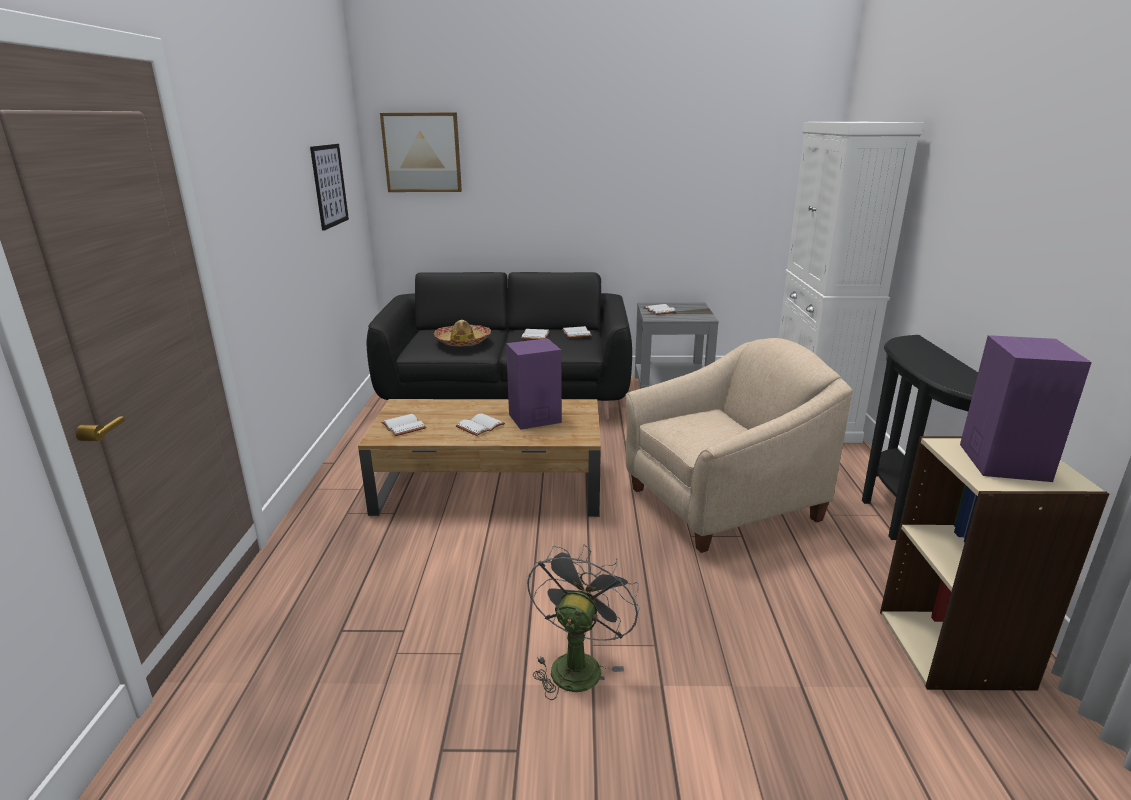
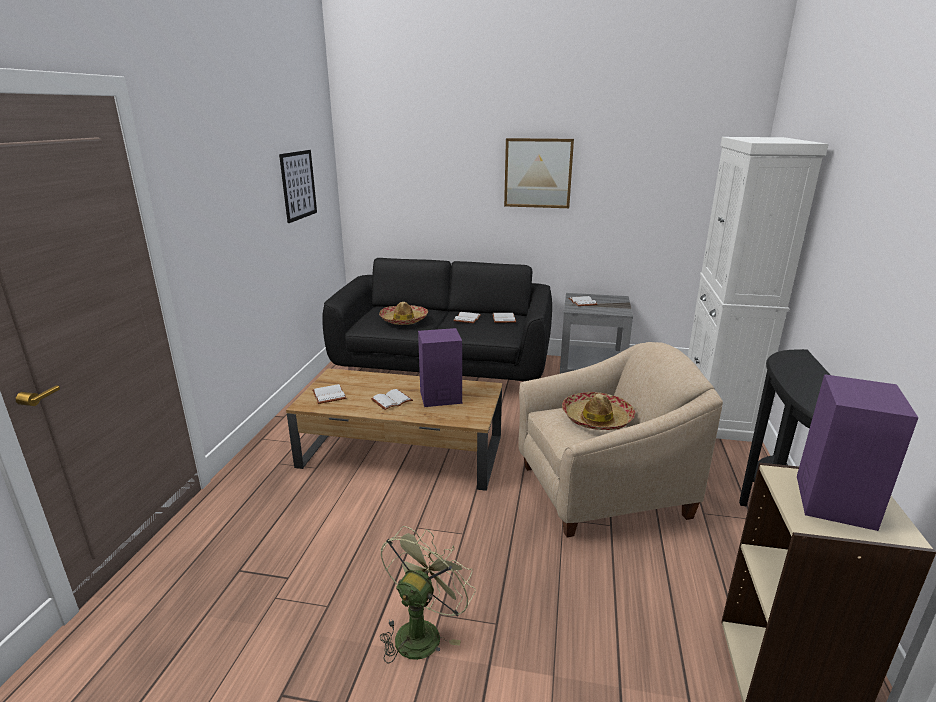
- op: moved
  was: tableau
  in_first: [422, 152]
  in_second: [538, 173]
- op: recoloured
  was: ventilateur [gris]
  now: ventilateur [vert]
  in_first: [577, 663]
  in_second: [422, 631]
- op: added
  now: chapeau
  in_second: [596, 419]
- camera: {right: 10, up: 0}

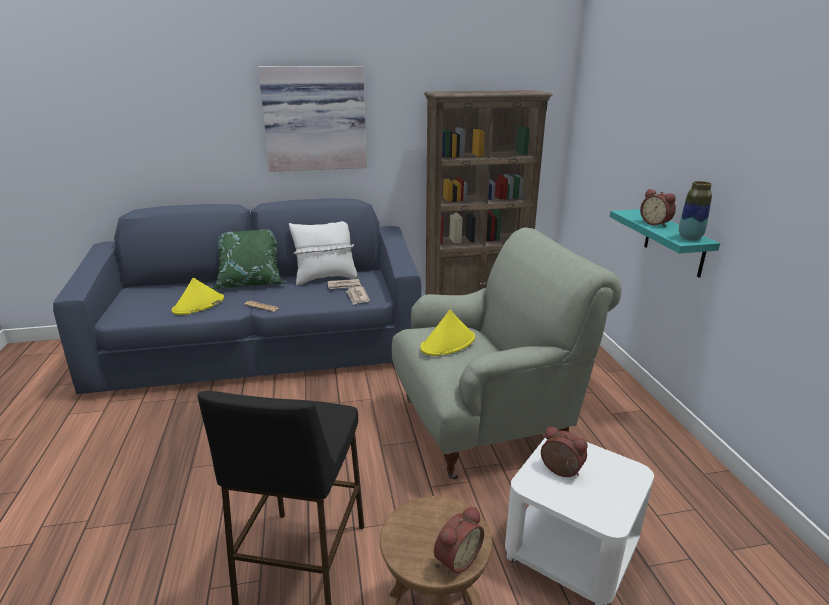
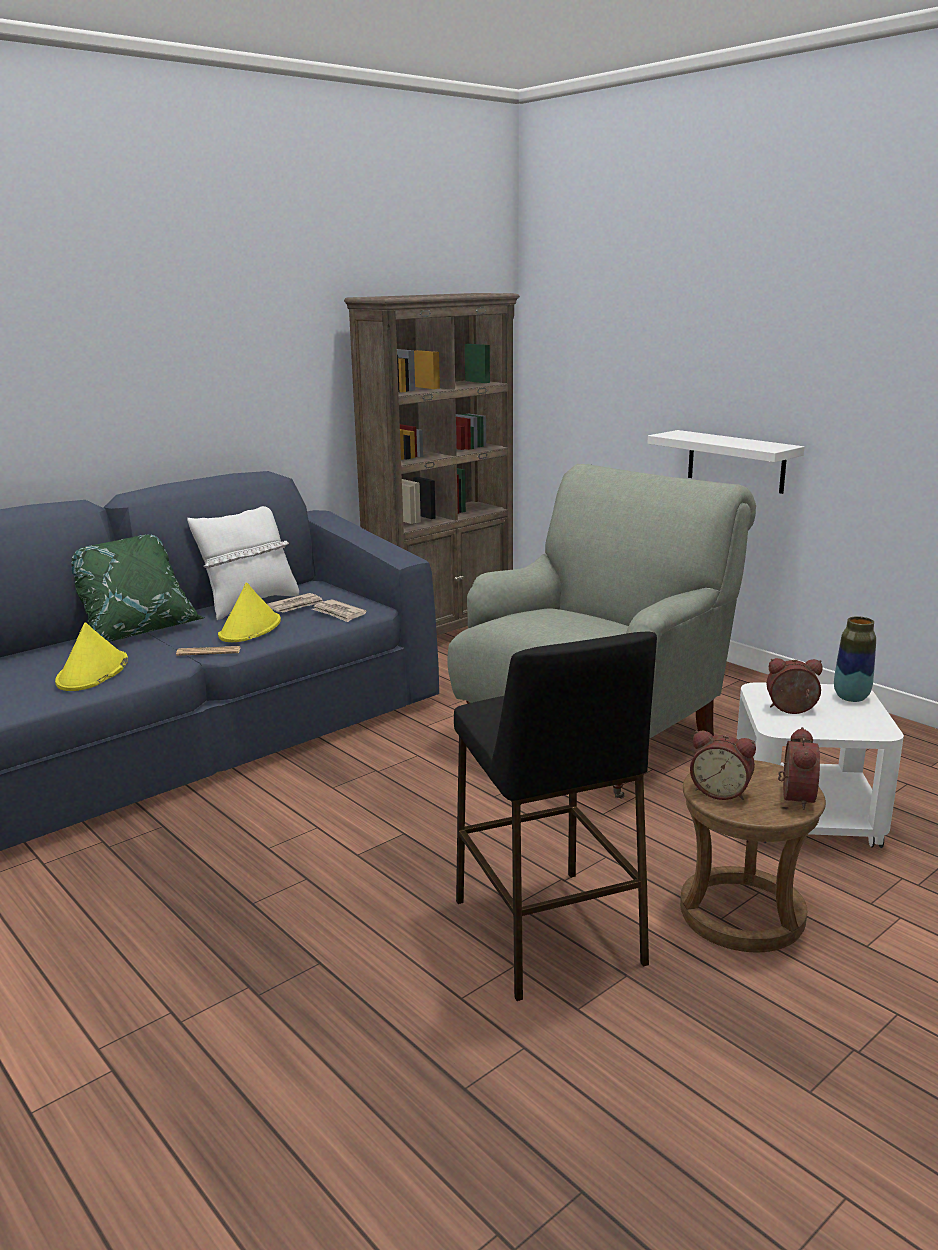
- op: removed
  was: tableau
  in_first: [315, 119]
- op: moved
  was: chapeau [jaune]
  in_first: [448, 343]
  in_second: [250, 629]
- op: recoloured
  was: étagère [turquoise]
  now: étagère [blanc]
  in_first: [674, 242]
  in_second: [736, 461]
- op: moved
  was: réveil
  in_first: [656, 223]
  in_second: [721, 791]
- op: moved
  was: vase
  in_first: [690, 238]
  in_second: [851, 697]
- camera: {right: -30, up: -5}

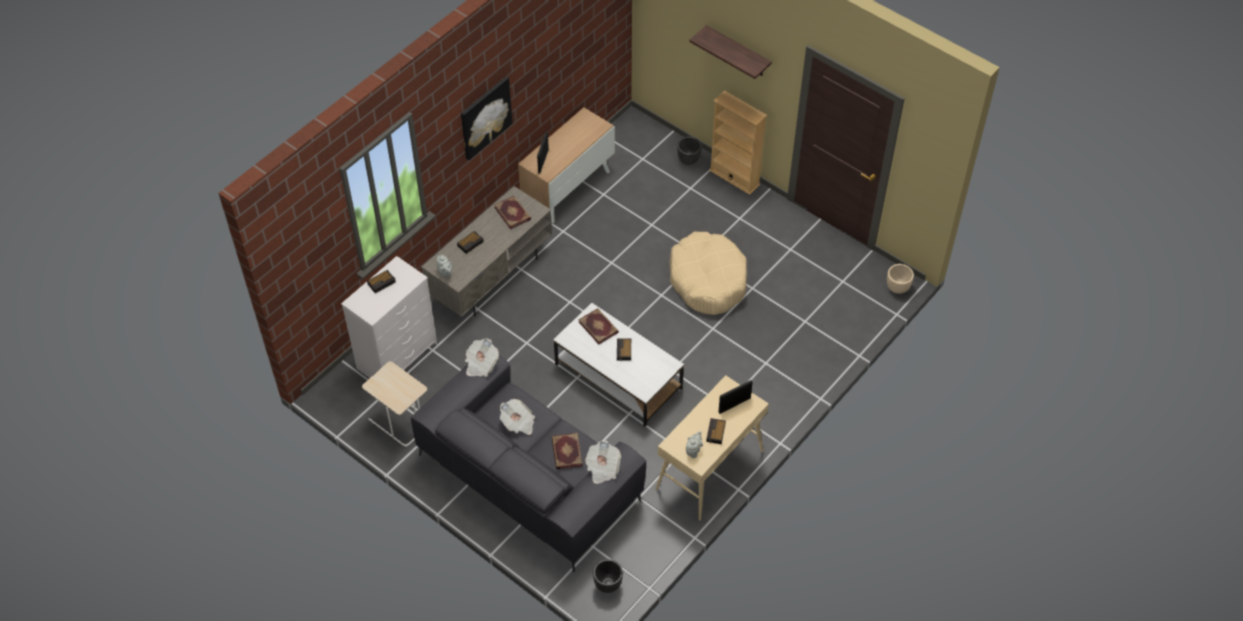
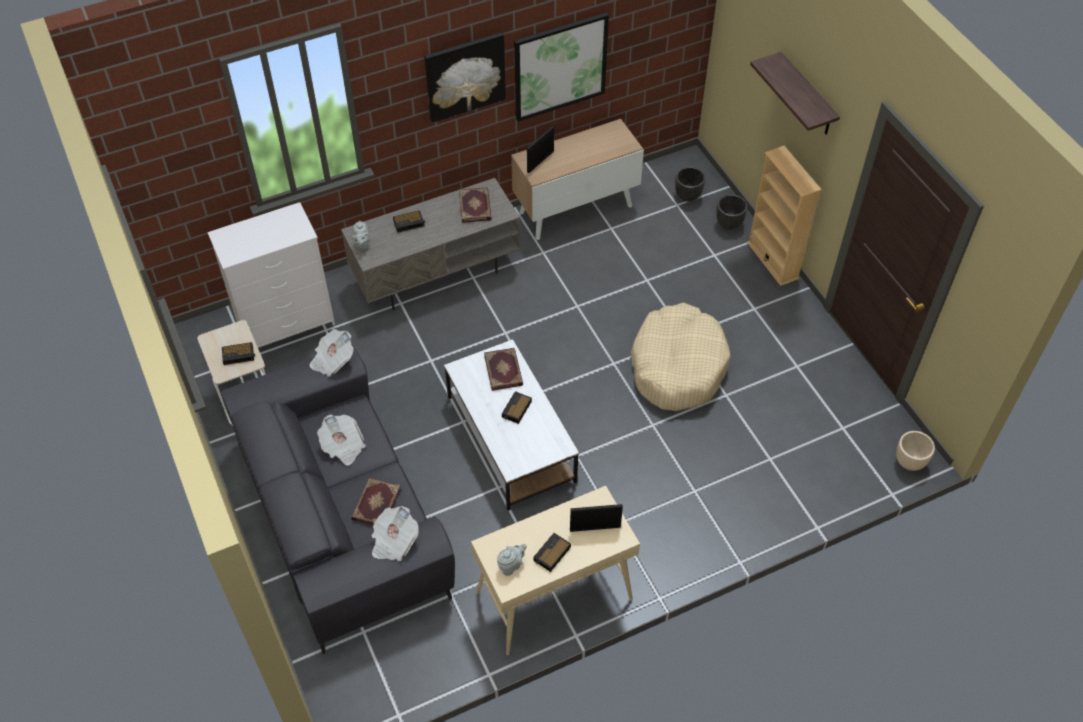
- op: moved
  was: réveil
  in_first: [382, 282]
  in_second: [239, 355]
- op: moved
  was: cache-pot [noir]
  in_first: [607, 585]
  in_second: [687, 196]
- op: added
  now: tableau
  in_second: [560, 66]
- camera: {right: 25, up: 0}

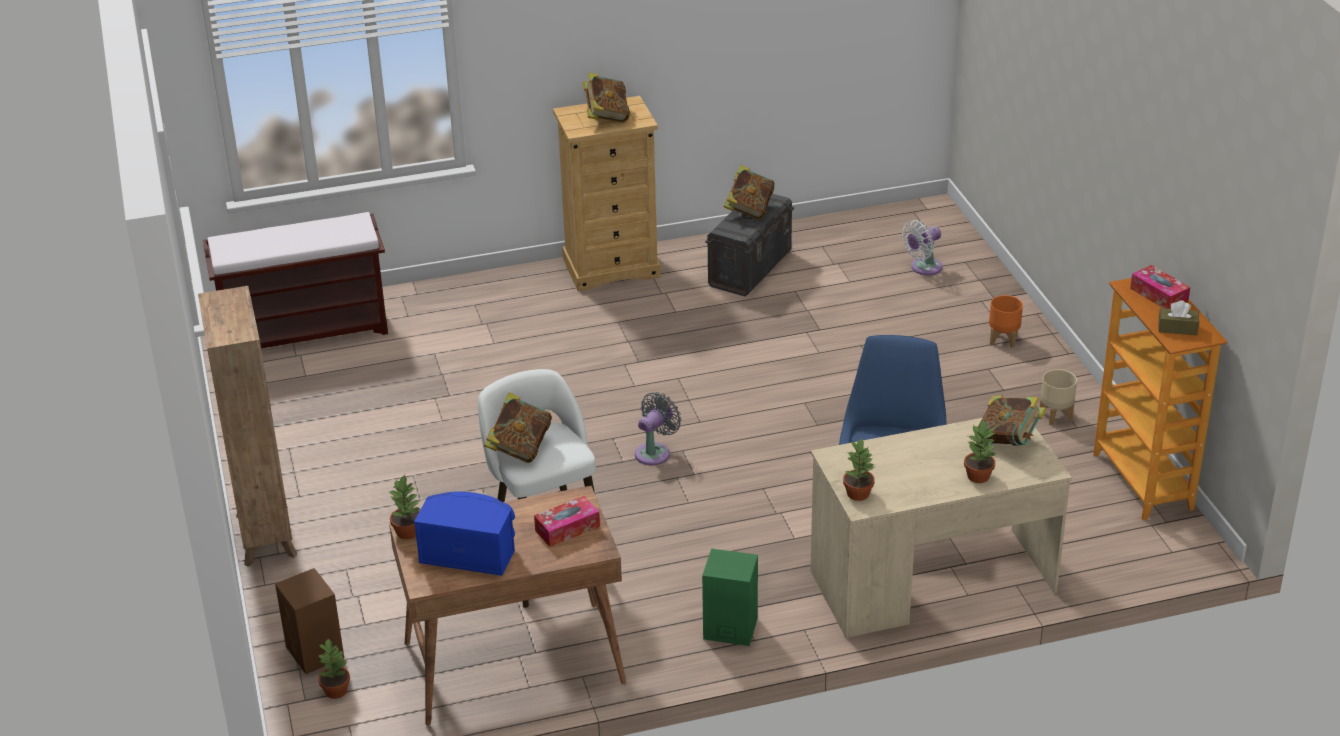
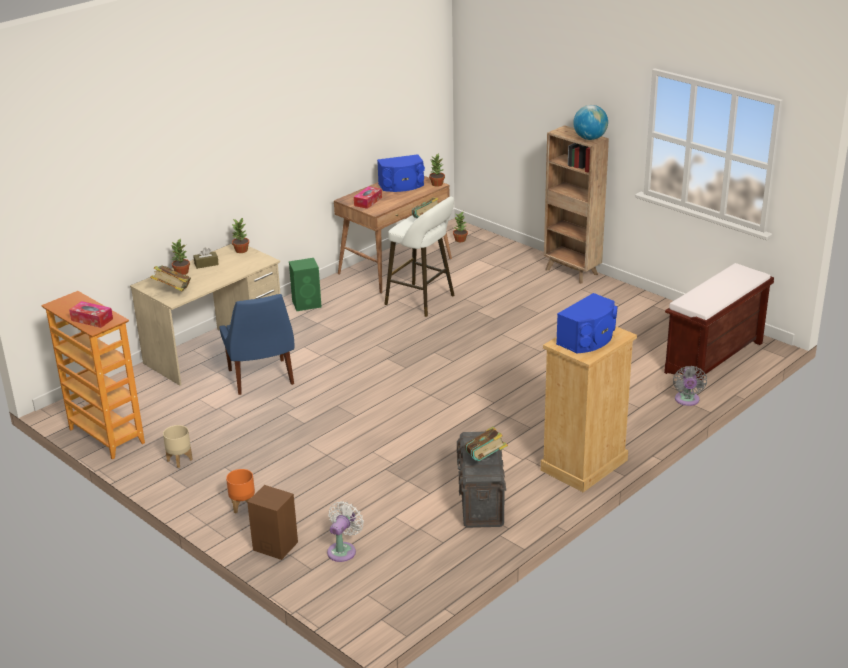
- op: moved
  was: enceinte [marron]
  in_first: [315, 653]
  in_second: [274, 545]
- op: replaced
  was: livre
  now: enceinte [bleu]
  in_first: [606, 116]
  in_second: [588, 339]
- op: moved
  was: ventilateur [gris]
  in_first: [655, 452]
  in_second: [687, 400]
- op: moved
  was: boîte à mouchoirs [marron]
  in_first: [1177, 328]
  in_second: [206, 264]
- op: added
  now: globe
  in_second: [589, 138]
- camera: {right: 150, up: -5}

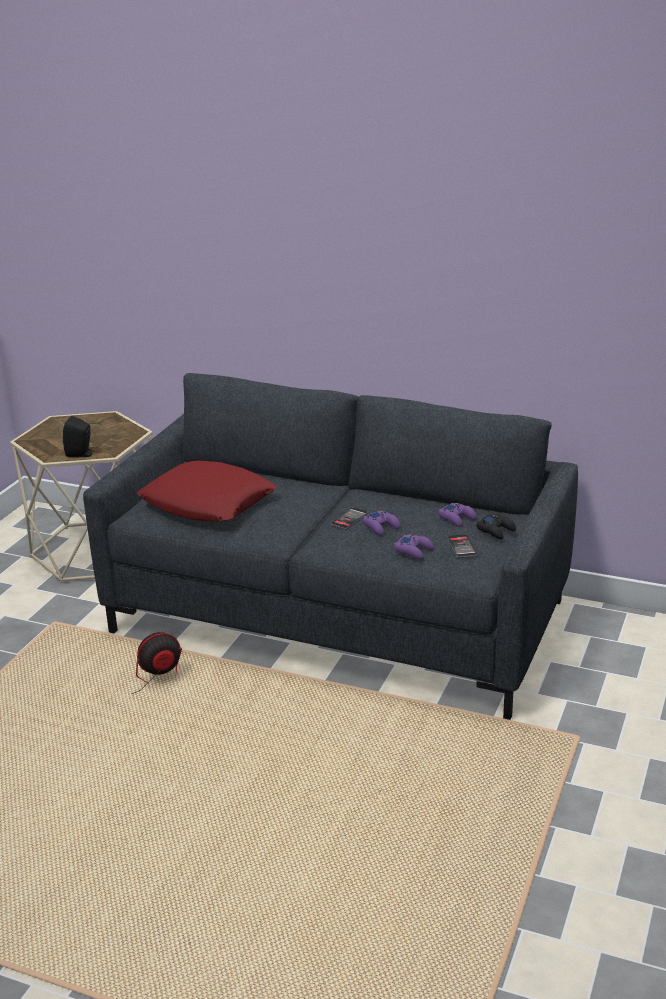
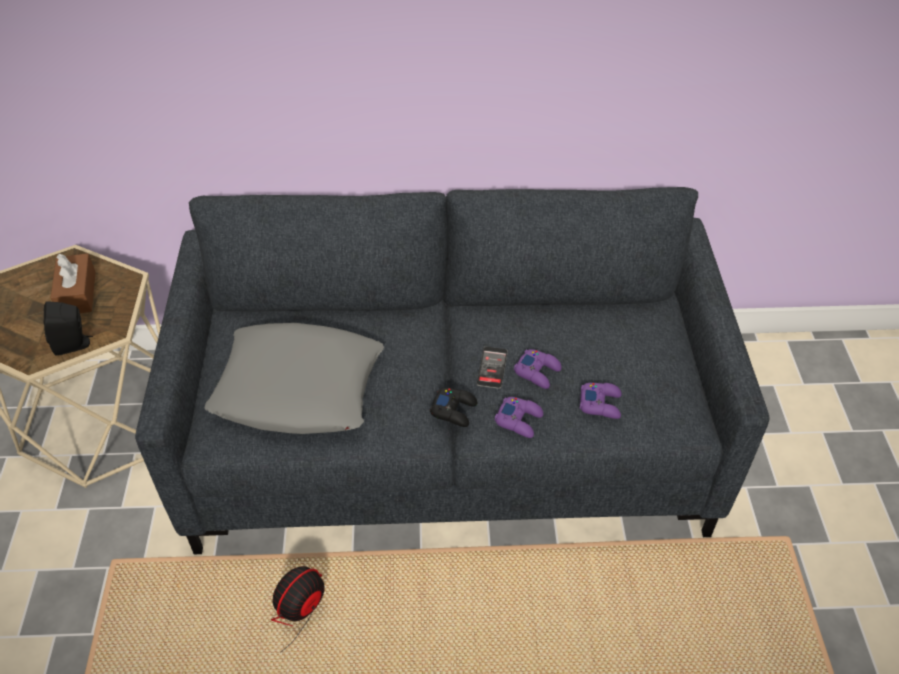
- op: recoloured
  was: coussin [rouge]
  now: coussin [gris]
  in_first: [208, 502]
  in_second: [299, 387]
- op: moved
  was: manette [violet]
  in_first: [457, 518]
  in_second: [519, 420]
- op: removed
  was: téléphone
  in_first: [462, 546]
- op: moved
  was: manette [noir]
  in_first: [496, 530]
  in_second: [454, 410]
- op: added
  now: boîte à mouchoirs [marron]
  in_second: [77, 293]
- camera: {right: -25, up: 20}

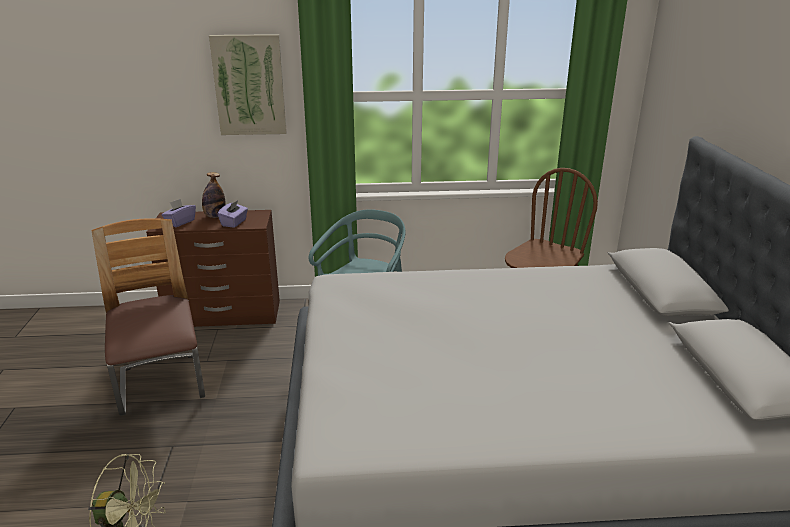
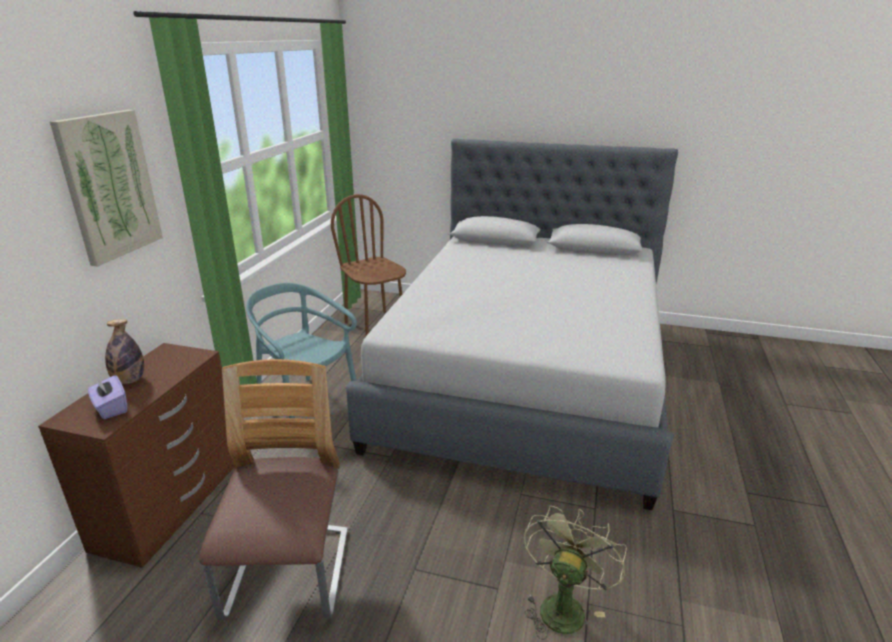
- op: turned
  was: chaise
  in_first: [162, 385]
  in_second: [289, 575]
  clockwise: 90
- op: removed
  was: boîte à mouchoirs [violet]
  in_first: [234, 223]
- camera: {right: -70, up: 0}

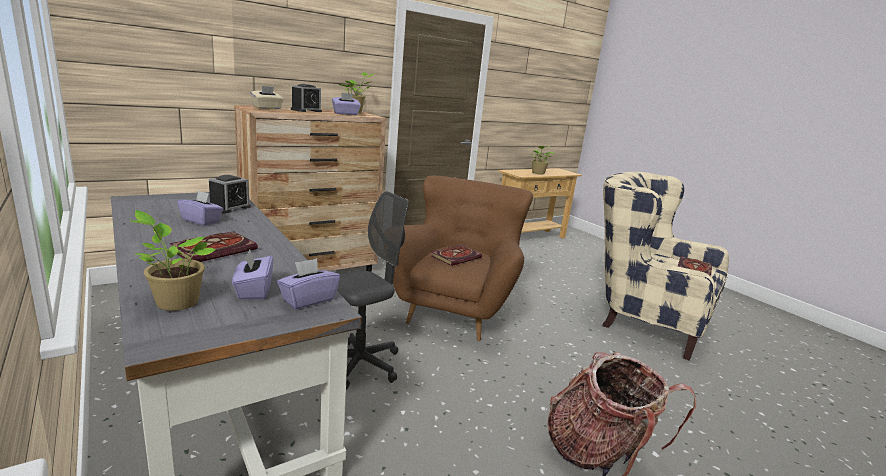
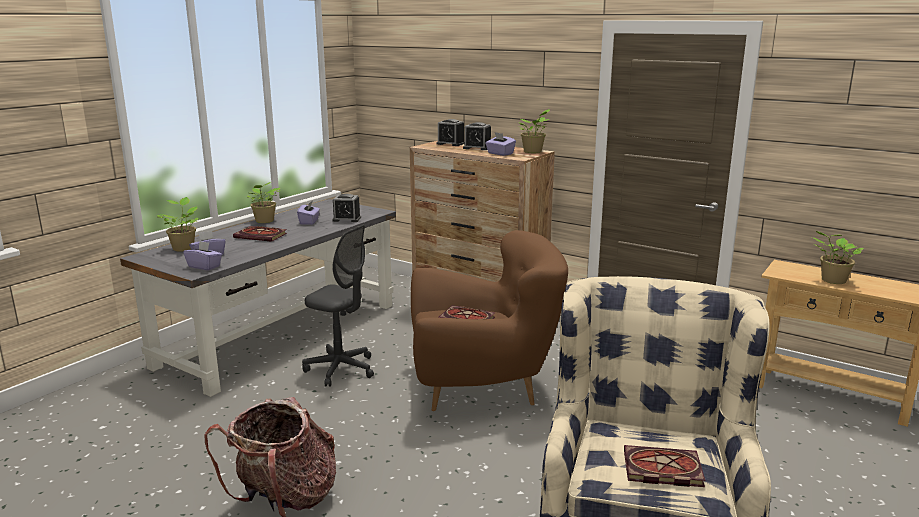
- op: replaced
  was: boîte à mouchoirs [beige]
  now: réveil
  in_first: [267, 108]
  in_second: [450, 144]
- op: added
  now: plante en pot
  in_second: [264, 221]
- camera: {right: 70, up: 0}

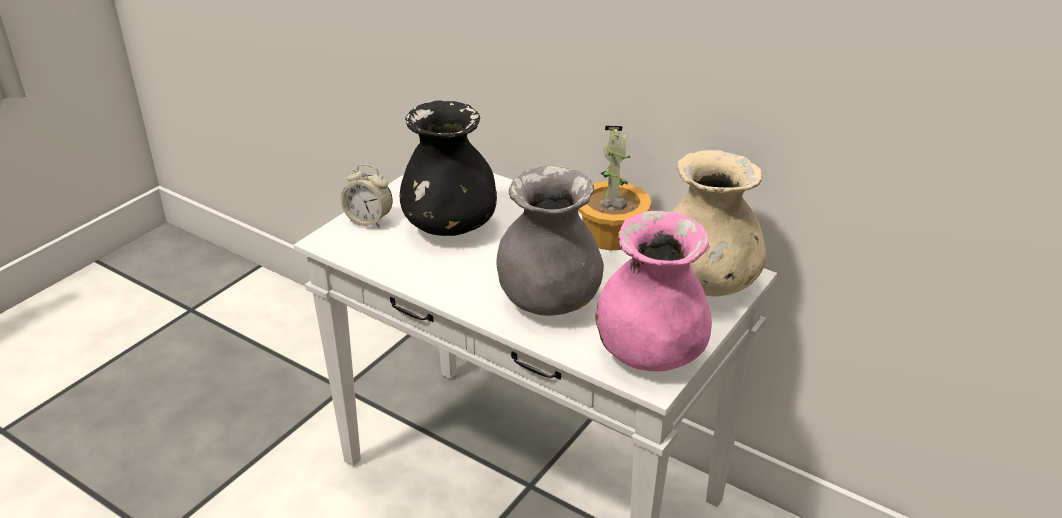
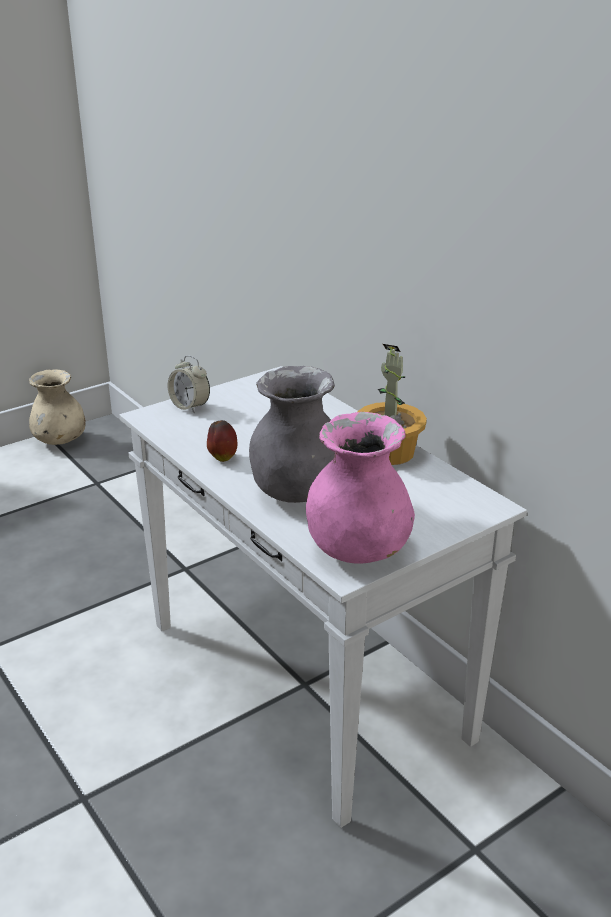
- op: removed
  was: vase [noir]
  in_first: [449, 226]
- op: moved
  was: vase [beige]
  in_first: [707, 284]
  in_second: [60, 440]
- op: added
  now: pomme
  in_second: [222, 457]
- camera: {right: 20, up: -5}

